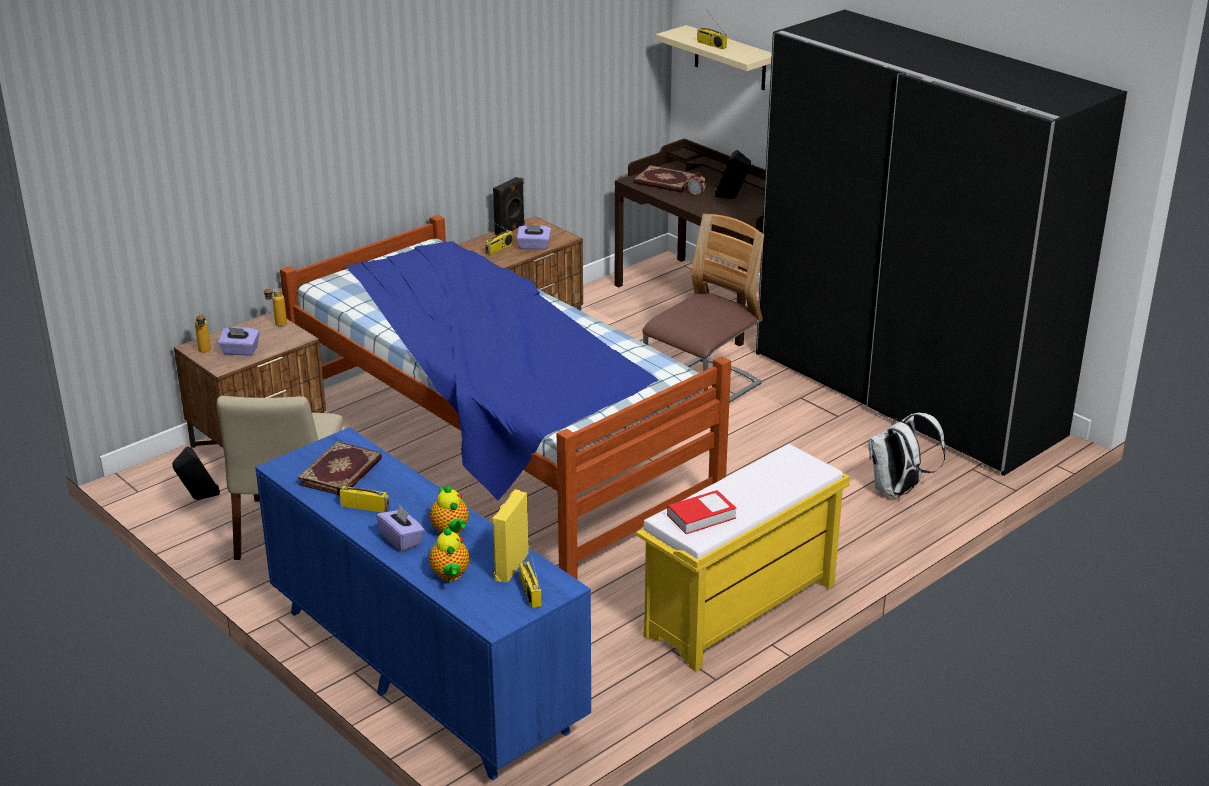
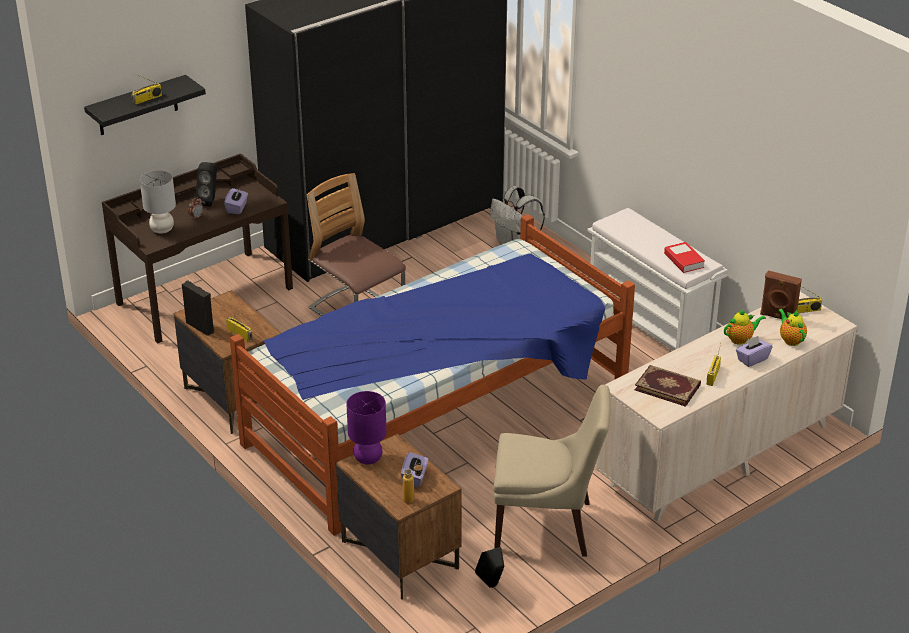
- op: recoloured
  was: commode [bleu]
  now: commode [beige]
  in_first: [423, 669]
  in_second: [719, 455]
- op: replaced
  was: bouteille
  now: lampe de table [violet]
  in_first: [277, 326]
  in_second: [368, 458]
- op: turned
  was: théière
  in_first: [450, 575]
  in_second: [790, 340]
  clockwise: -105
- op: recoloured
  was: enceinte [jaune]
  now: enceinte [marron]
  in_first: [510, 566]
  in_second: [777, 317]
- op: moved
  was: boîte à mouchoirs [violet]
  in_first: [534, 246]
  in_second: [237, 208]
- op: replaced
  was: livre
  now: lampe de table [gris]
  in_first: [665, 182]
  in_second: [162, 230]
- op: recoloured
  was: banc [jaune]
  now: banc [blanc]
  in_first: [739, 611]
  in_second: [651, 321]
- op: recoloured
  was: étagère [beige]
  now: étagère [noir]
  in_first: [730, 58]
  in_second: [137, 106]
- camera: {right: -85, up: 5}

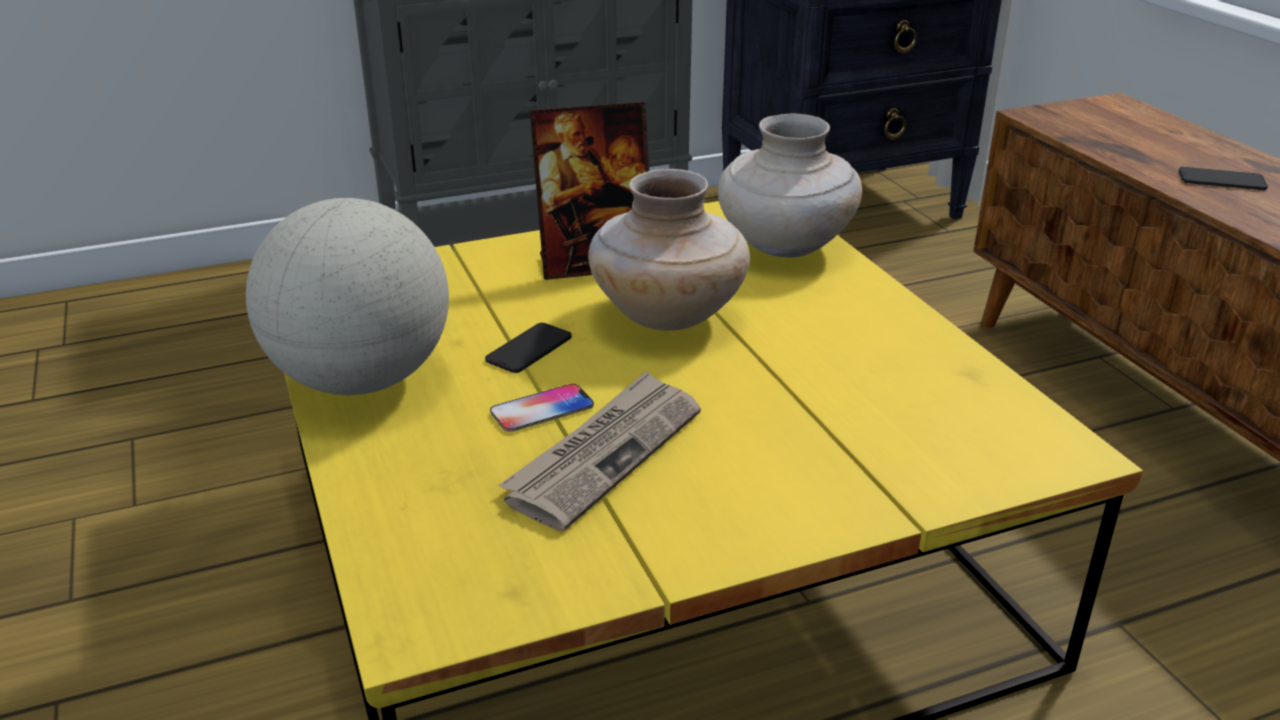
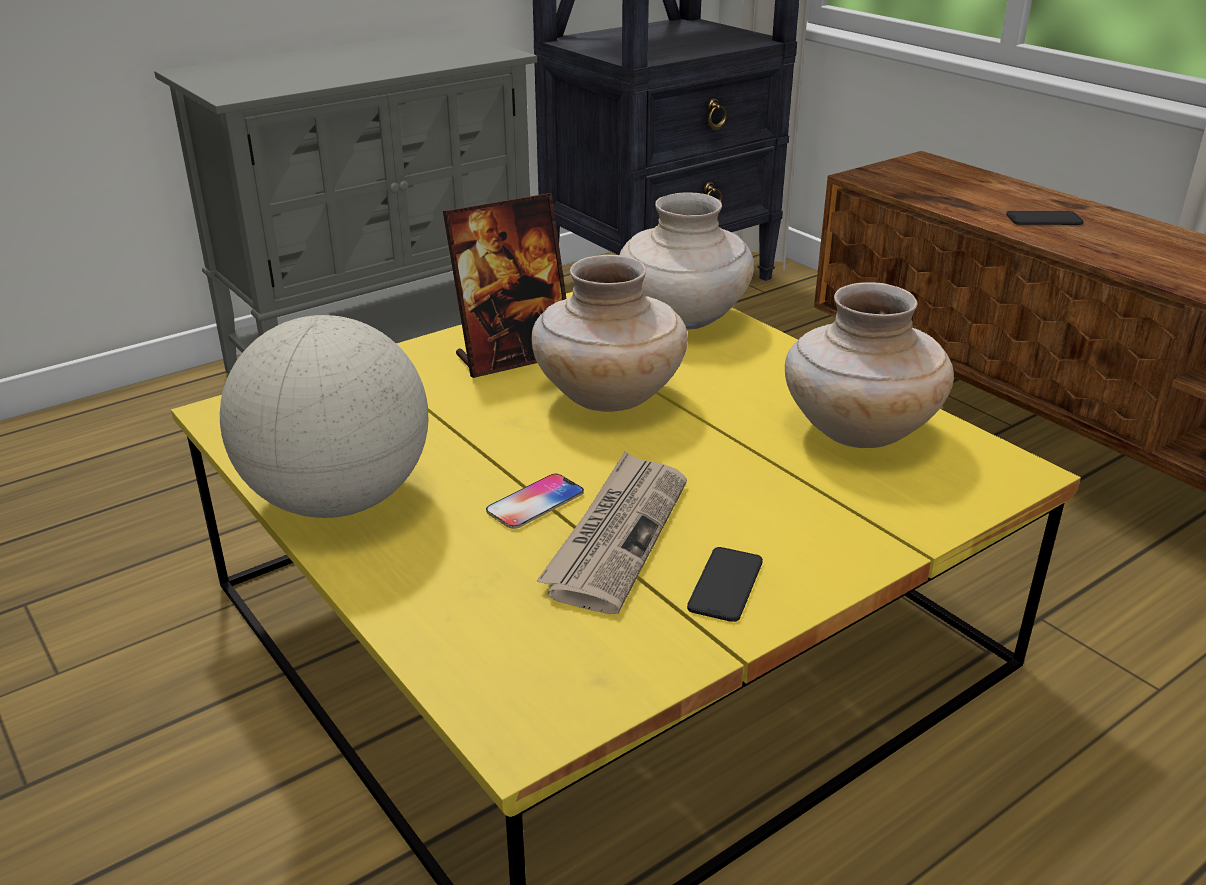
- op: moved
  was: téléphone
  in_first: [529, 349]
  in_second: [725, 585]
- op: added
  now: vase [beige]
  in_second: [858, 432]
- camera: {right: -15, up: 0}

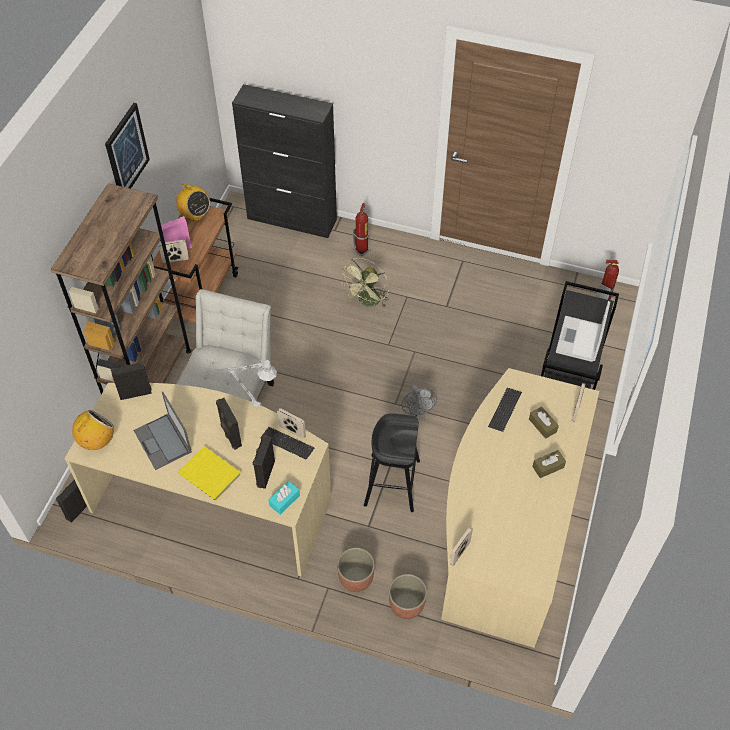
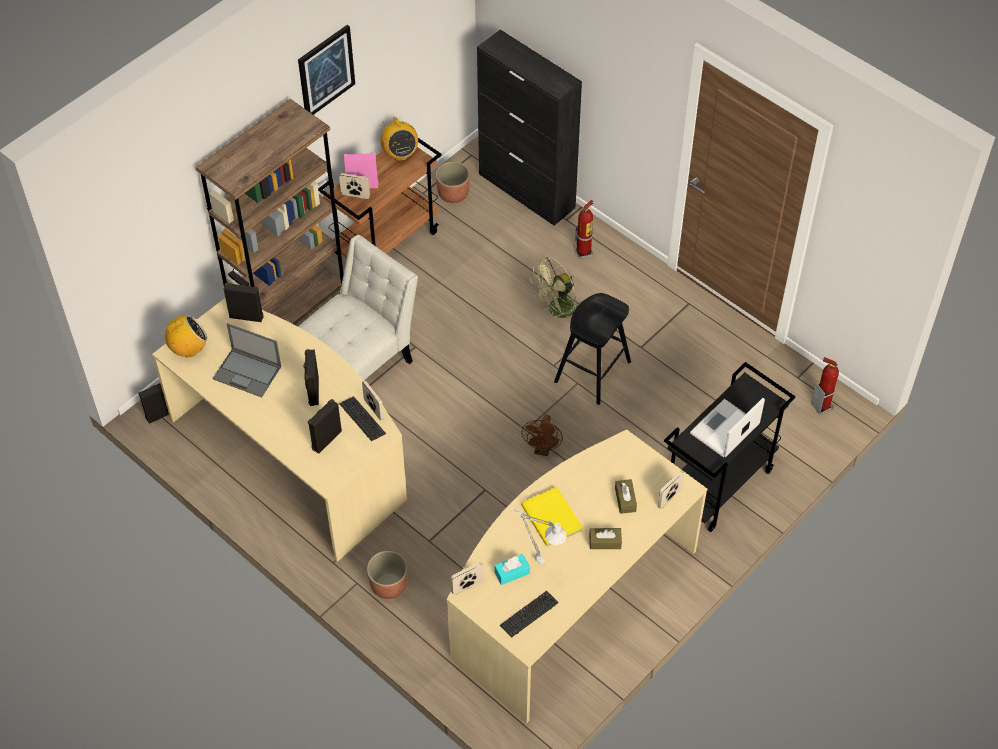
- op: turned
  was: ordinateur portable
  in_first: [163, 442]
  in_second: [248, 373]
  clockwise: -60
- op: moved
  was: livre [jaune]
  in_first: [210, 473]
  in_second: [552, 517]
- op: moved
  was: lampe de table [gris]
  in_first: [249, 404]
  in_second: [533, 557]
- op: moved
  was: boîte à mouchoirs [turquoise]
  in_first: [284, 500]
  in_second: [512, 572]
- op: moved
  was: tabouret [noir]
  in_first: [392, 483]
  in_second: [592, 372]
- op: moved
  was: cache-pot
  in_first: [406, 605]
  in_second: [453, 194]
- op: recoloured
  was: ventilateur [gris]
  now: ventilateur [marron]
  in_first: [417, 414]
  in_second: [542, 449]
- op: moved
  was: clavier
  in_first: [504, 410]
  in_second: [529, 614]
- camera: {right: 25, up: 0}

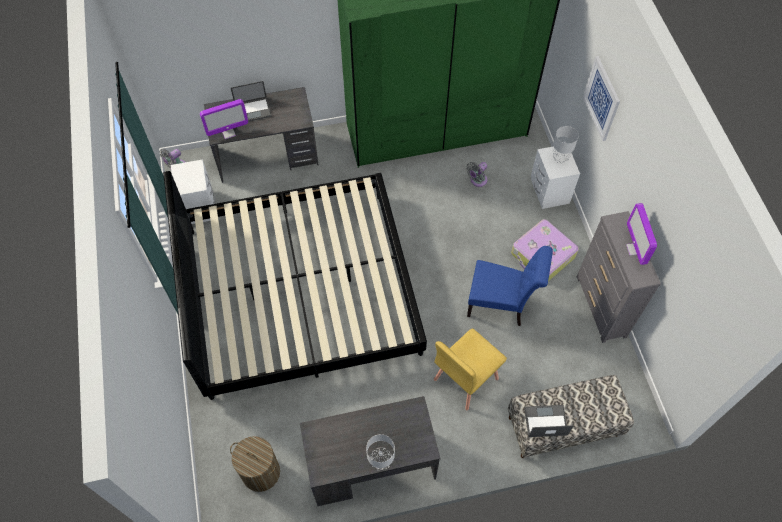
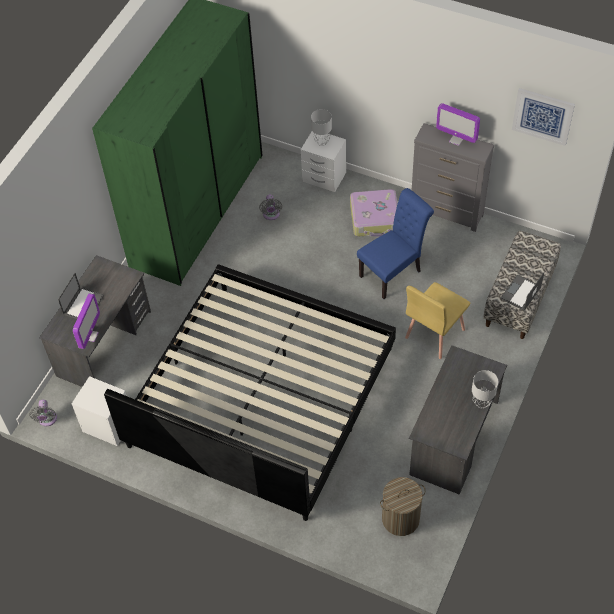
- op: turned
  was: chaise [jaune]
  in_first: [465, 379]
  in_second: [434, 333]
  clockwise: 45
- op: moved
  was: tableau
  in_first: [602, 98]
  in_second: [542, 116]
- camera: {right: -50, up: -5}

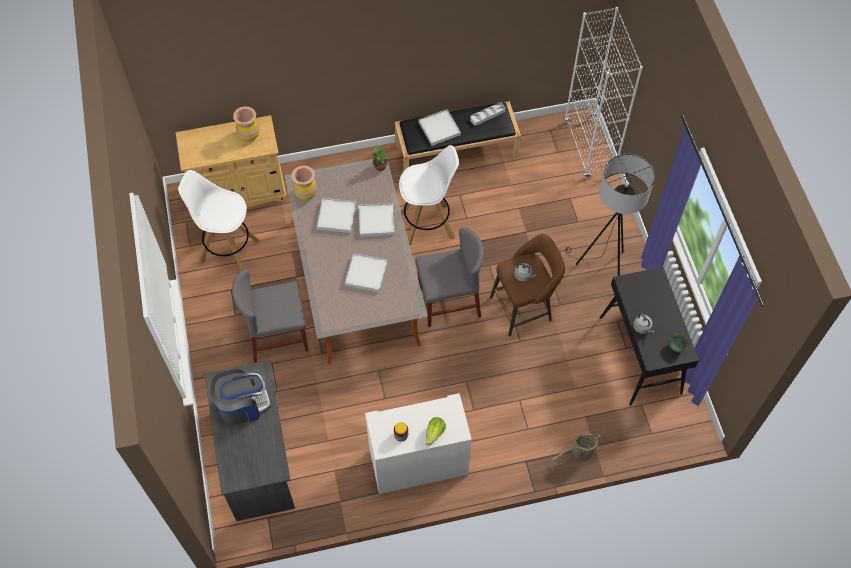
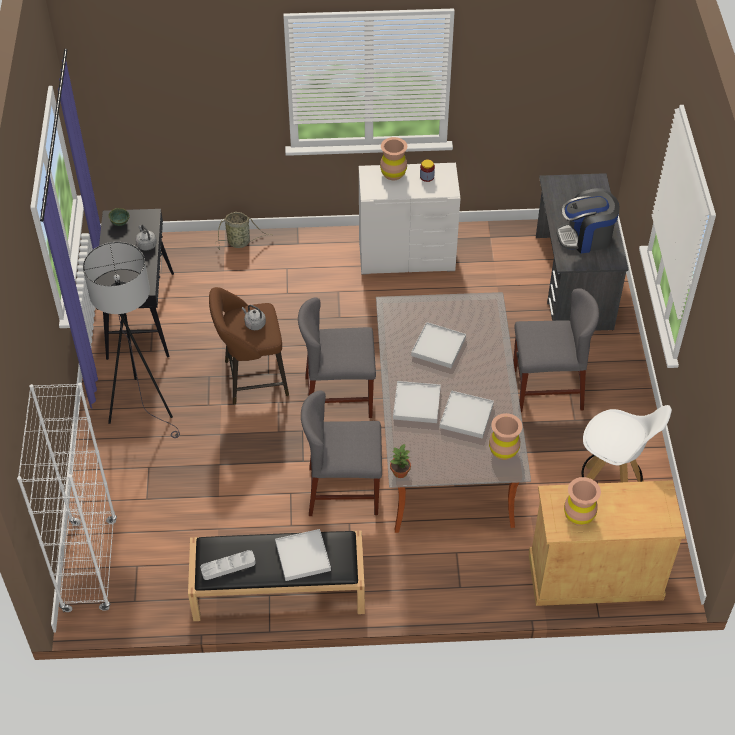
- op: replaced
  was: tabouret [blanc]
  now: chaise [gris]
  in_first: [427, 225]
  in_second: [343, 491]
- op: replaced
  was: laitue
  now: vase [marron]
  in_first: [435, 433]
  in_second: [393, 174]
- camera: {right: -170, up: -10}

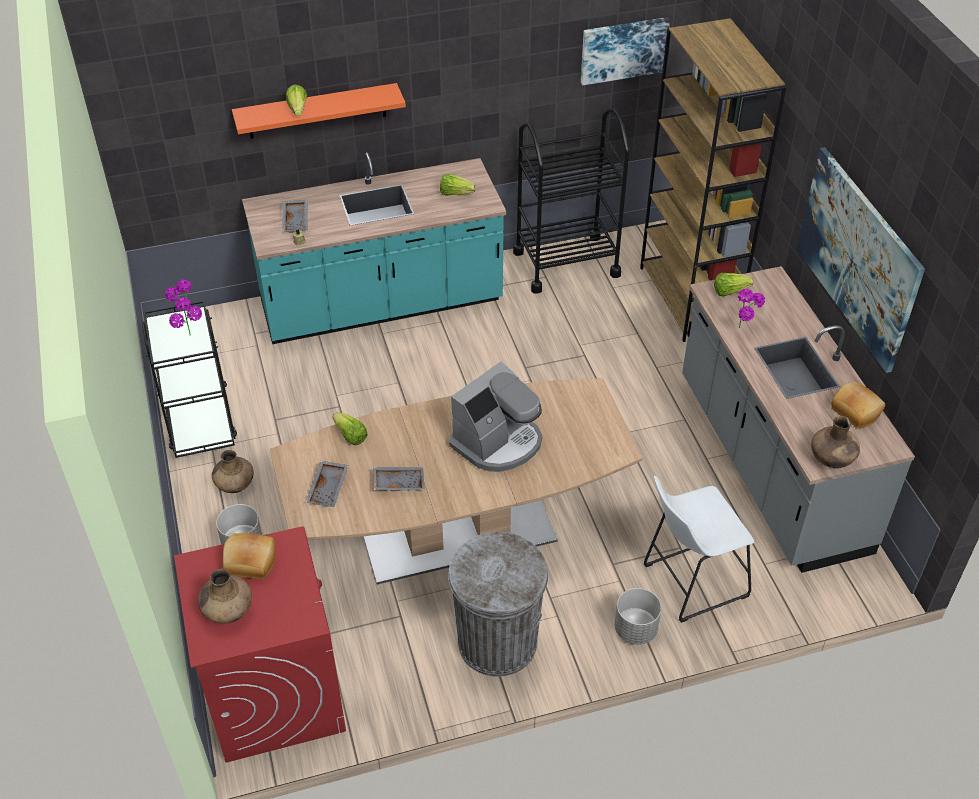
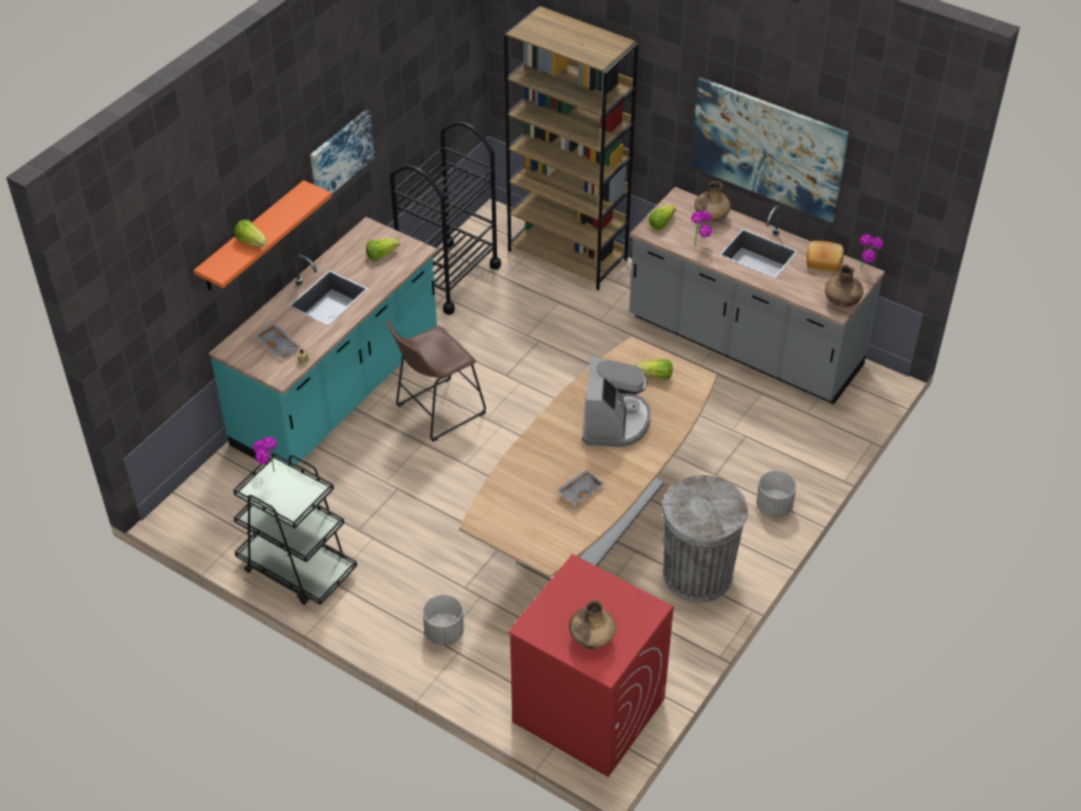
- op: moved
  was: plante en pot
  in_first: [191, 339]
  in_second: [866, 270]
- op: moved
  was: vase [marron]
  in_first: [235, 485]
  in_second: [711, 217]
- op: removed
  was: pain
  in_first: [250, 563]
- op: removed
  was: plateau [gris]
  in_first: [329, 489]
- op: moved
  was: laitue
  in_first: [350, 436]
  in_second: [656, 376]
- op: moved
  was: tableau
  in_first: [623, 49]
  in_second: [340, 155]
- op: removed
  was: tabouret [blanc]
  in_first: [689, 582]
- op: added
  now: tabouret [marron]
  in_second: [436, 411]
- camera: {right: -40, up: 0}

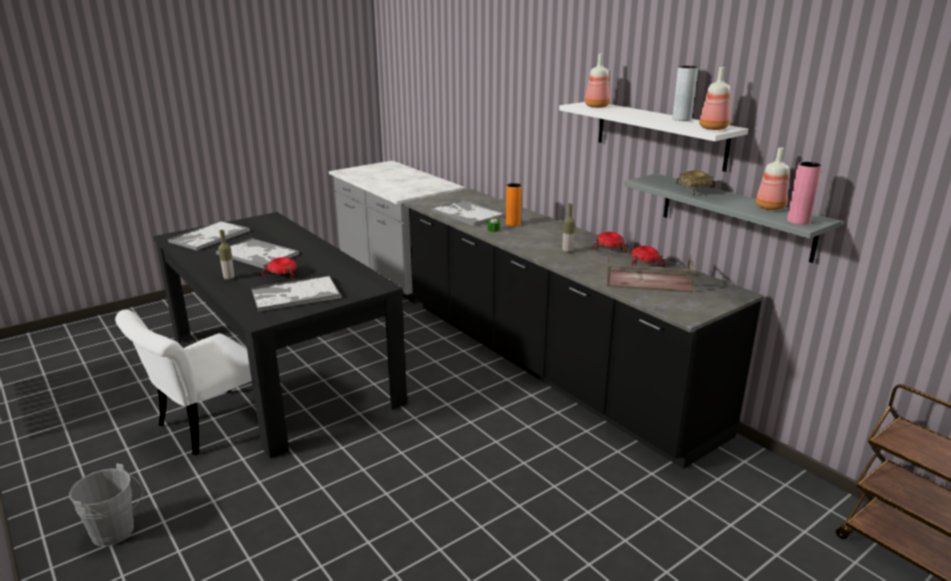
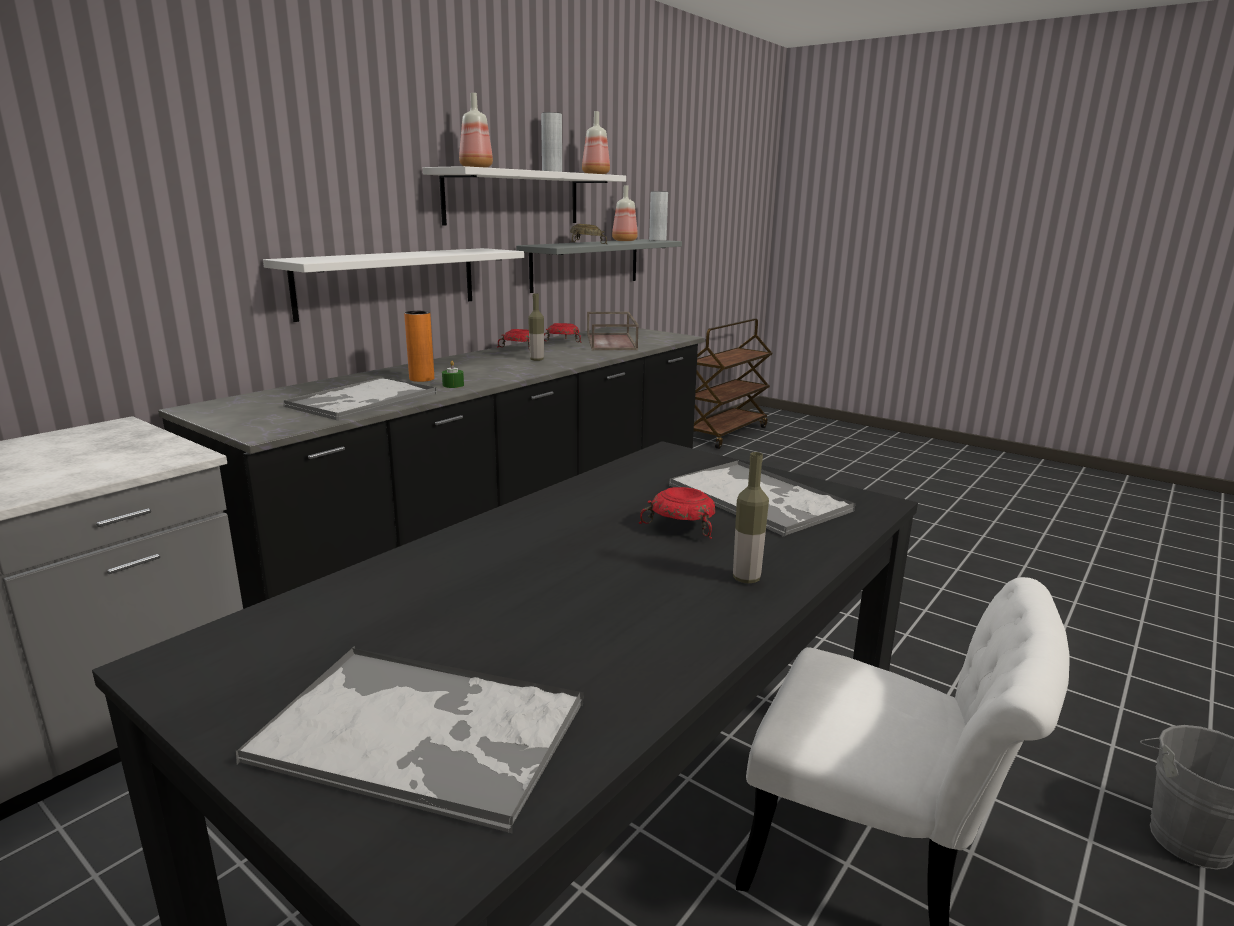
- op: removed
  was: plateau
  in_first: [258, 254]
- op: recoloured
  was: vase [rose]
  now: vase [gris]
  in_first: [798, 221]
  in_second: [657, 240]
- op: added
  now: étagère [blanc]
  in_second: [389, 282]
- camera: {right: -105, up: -5}

